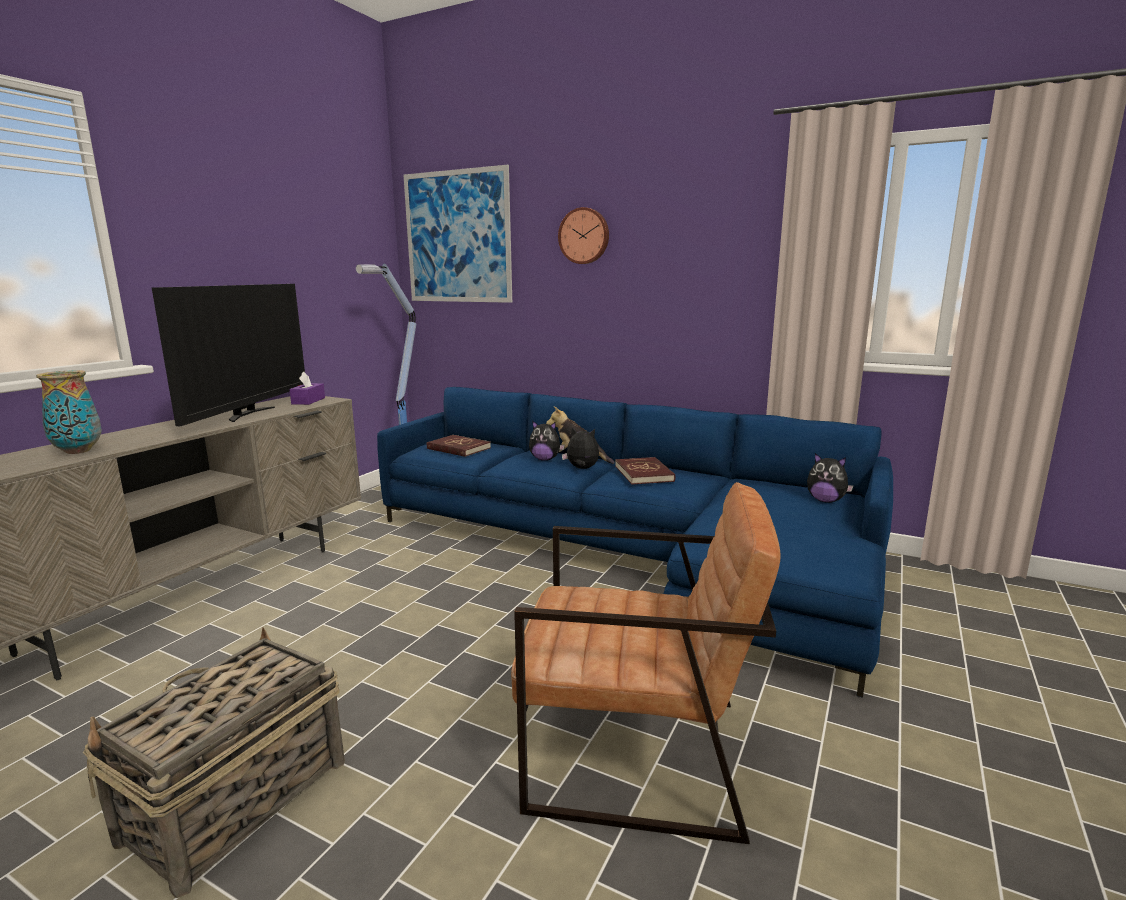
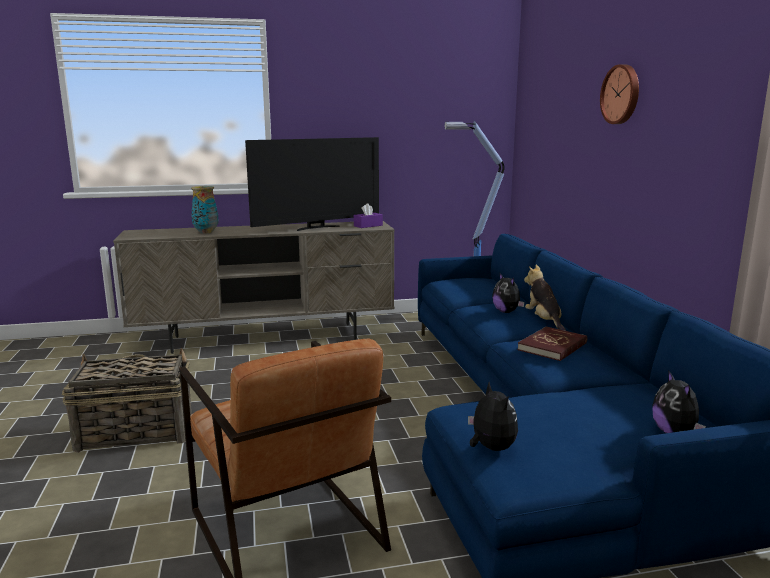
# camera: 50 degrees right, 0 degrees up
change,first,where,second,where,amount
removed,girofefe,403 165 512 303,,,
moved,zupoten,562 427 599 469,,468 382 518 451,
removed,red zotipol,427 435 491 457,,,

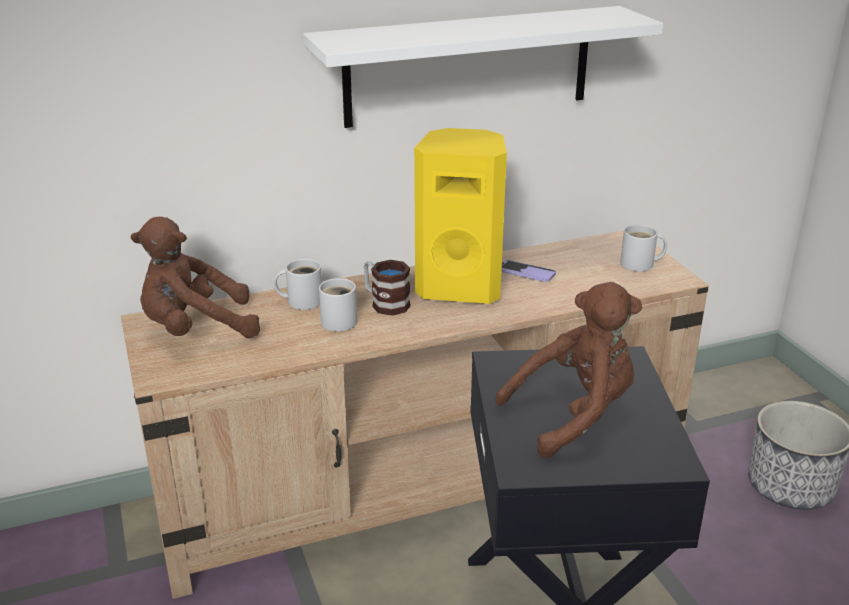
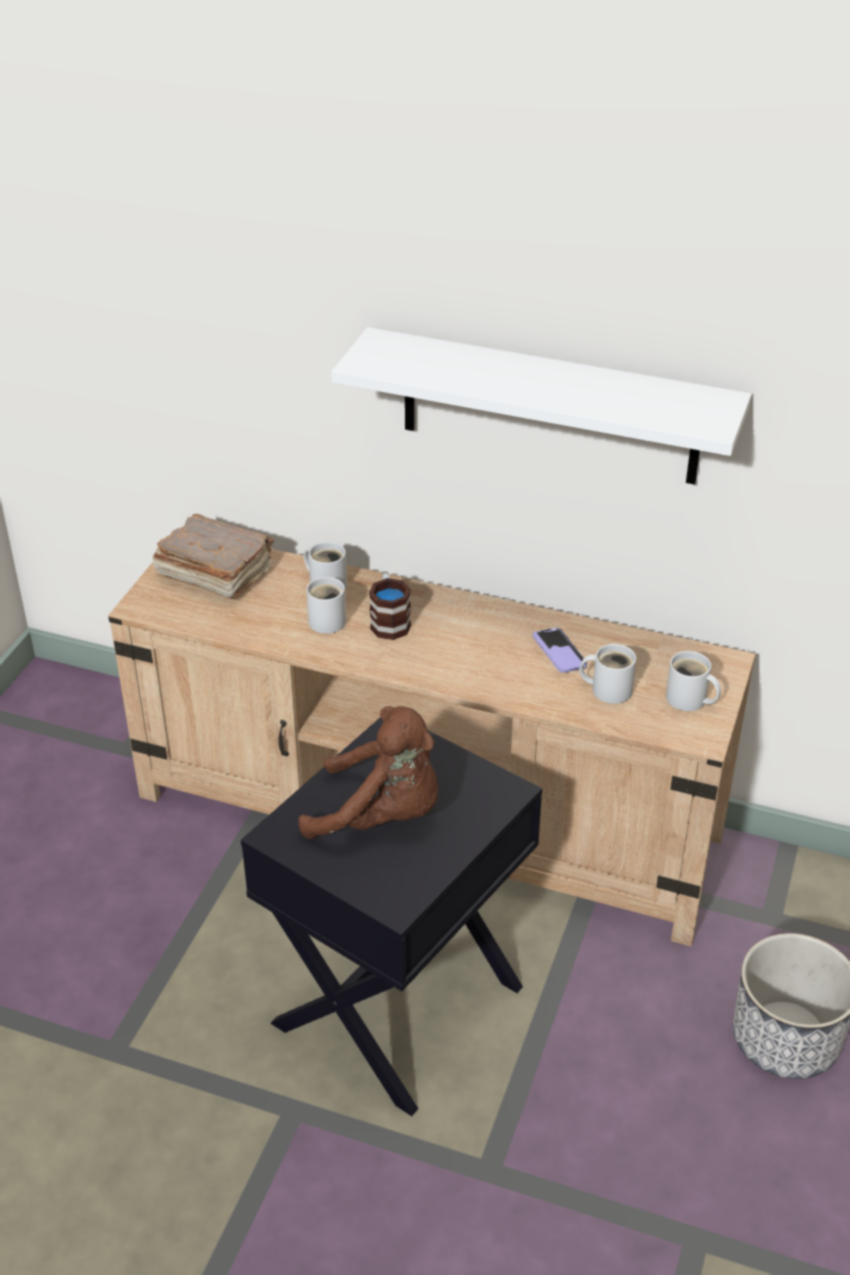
# camera: 40 degrees right, 10 degrees up
change,first,where,second,where,amount
removed,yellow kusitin,414 128 507 304,,,
replaced,brown zupoten,131 217 260 338,brown zotipol,153 514 274 599,
added,,,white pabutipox,580 644 636 704,

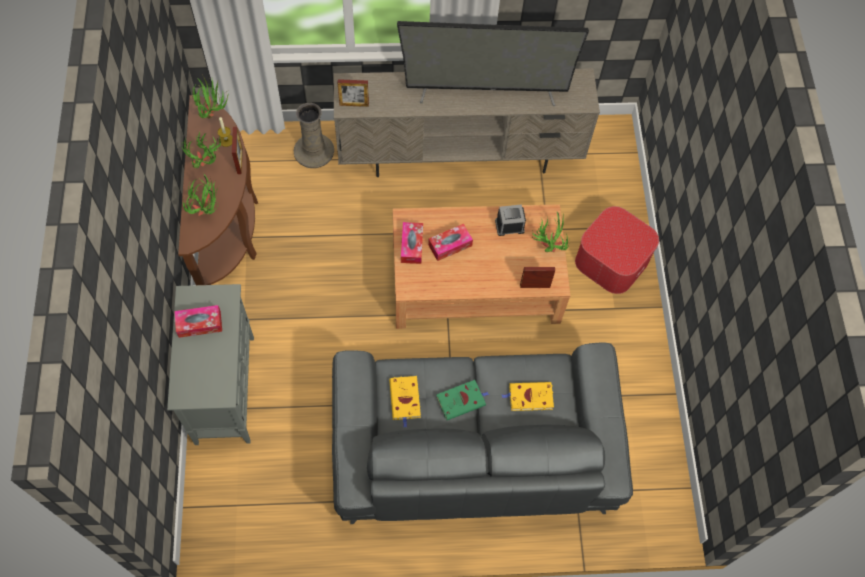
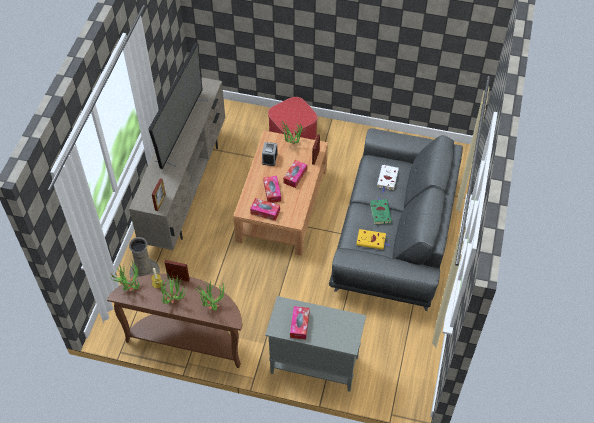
# camera: 70 degrees left, 10 degrees down
change,first,where,second,where,amount
recoloured,yellow zotipol,502 382 554 411,white zotipol,377 165 399 192,
added,,,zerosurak,283 160 307 188,

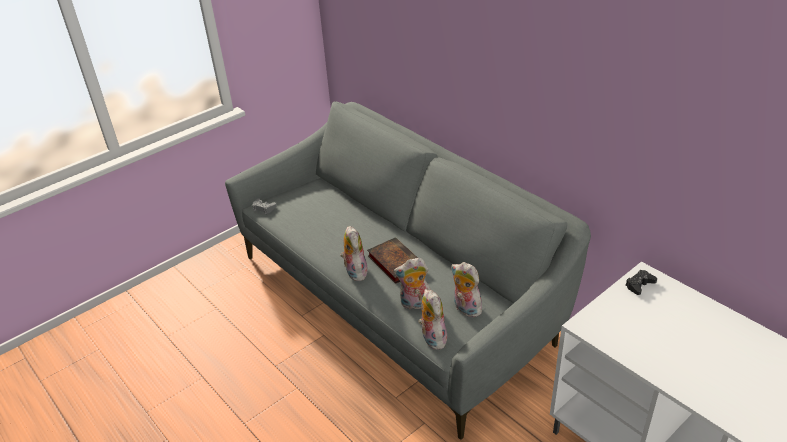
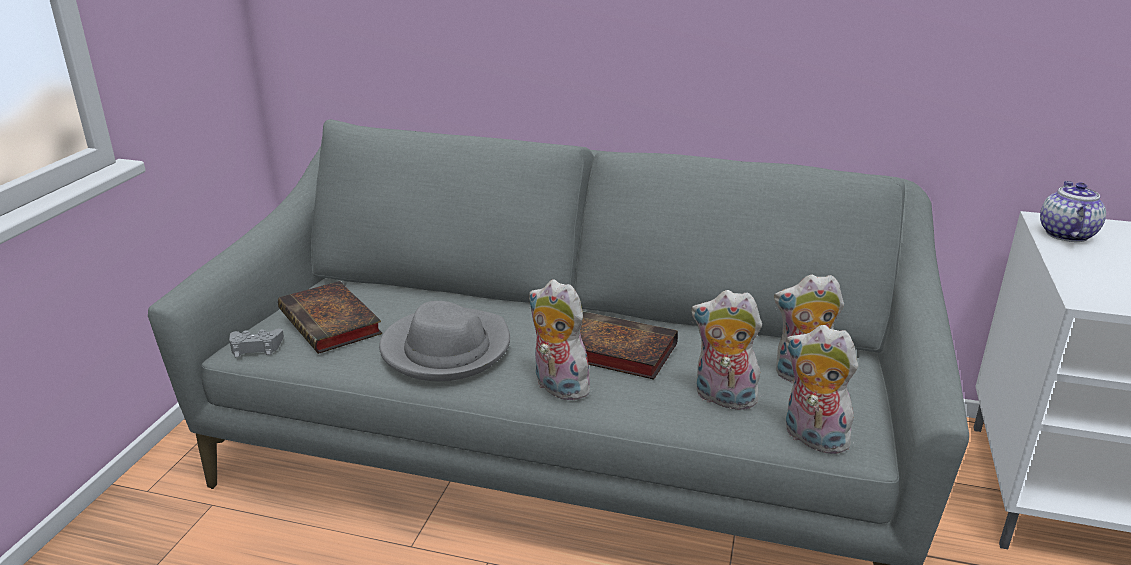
# camera: 35 degrees left, 10 degrees down
change,first,where,second,where,amount
turned,zupoten,393 258 430 309,,691 290 762 410,60 degrees clockwise
replaced,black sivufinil,625 270 657 295,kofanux,1040 181 1106 242,
added,,,zotipol,278 281 382 354,
added,,,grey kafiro,379 301 510 381,

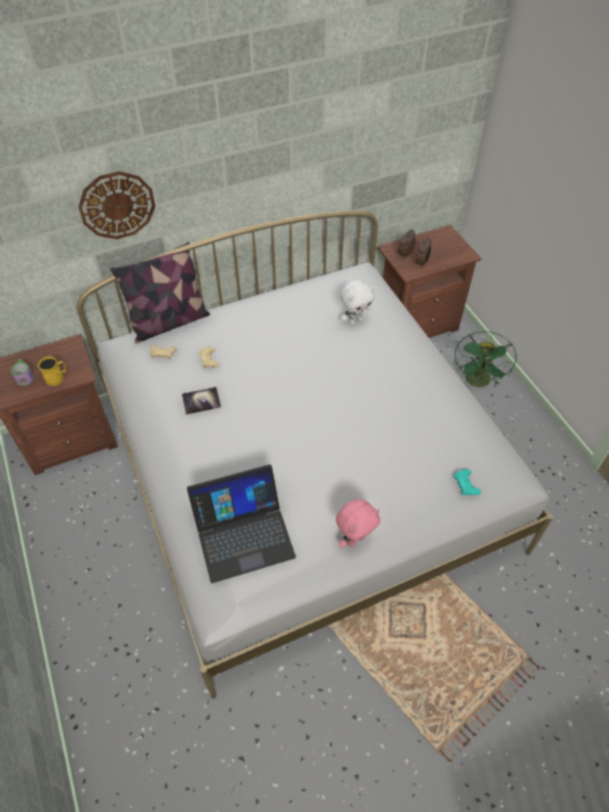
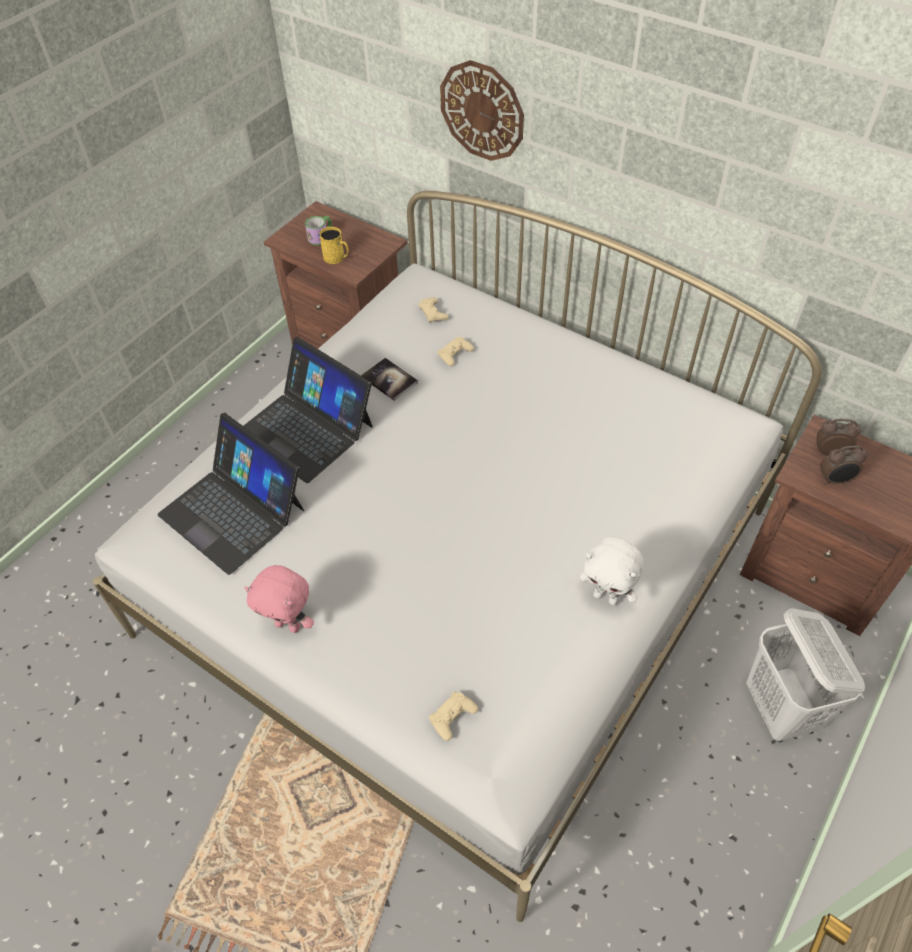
# camera: 60 degrees right, 0 degrees up
change,first,where,second,where,amount
removed,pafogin,110 242 210 344,,,
moved,white zupoten,340 280 374 325,,580 536 644 606,
replaced,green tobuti,454 331 517 387,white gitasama,746 608 865 742,
recoloured,turquoise sivufinil,454 469 481 495,beige sivufinil,429 691 478 741,
added,,,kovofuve,244 337 373 483,

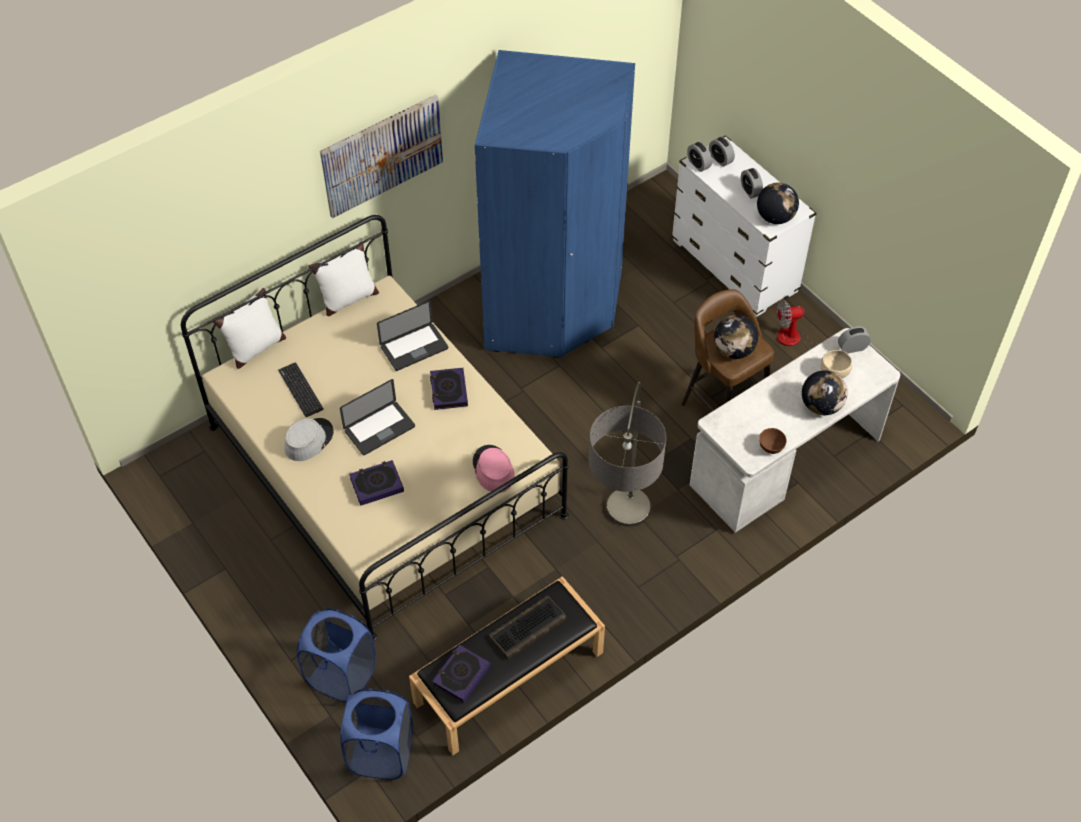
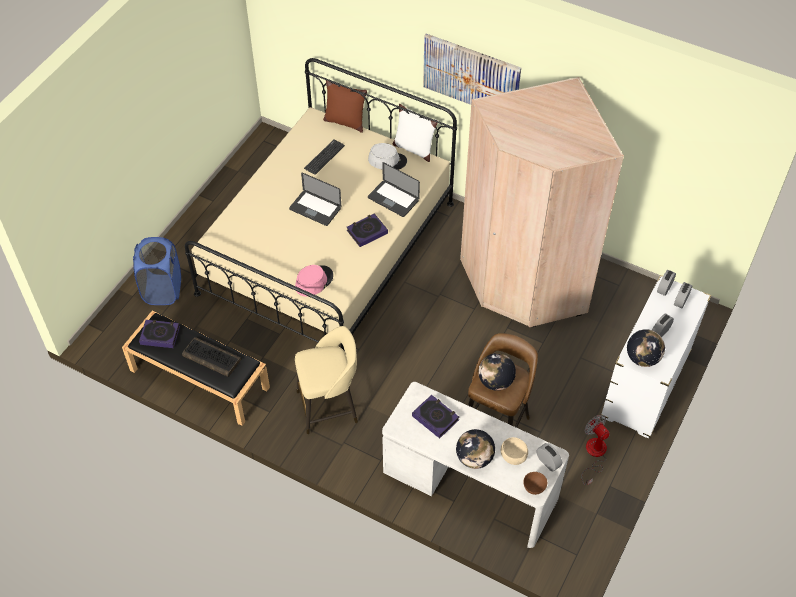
# camera: 65 degrees right, 0 degrees up
change,first,where,second,where,amount
recoloured,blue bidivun,475 50 635 358,beige bidivun,460 77 624 327,
recoloured,white pafogin,214 288 286 369,brown pafogin,323 80 367 133,
replaced,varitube,589 382 666 527,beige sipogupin,295 326 358 434,
moved,grey kafiro,285 418 333 461,,368 143 407 170,
moved,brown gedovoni,759 428 787 454,,523 472 547 495,
moved,zotipol,349 460 404 506,,412 395 459 439,
removed,blue gitasama,341 689 413 780,,,

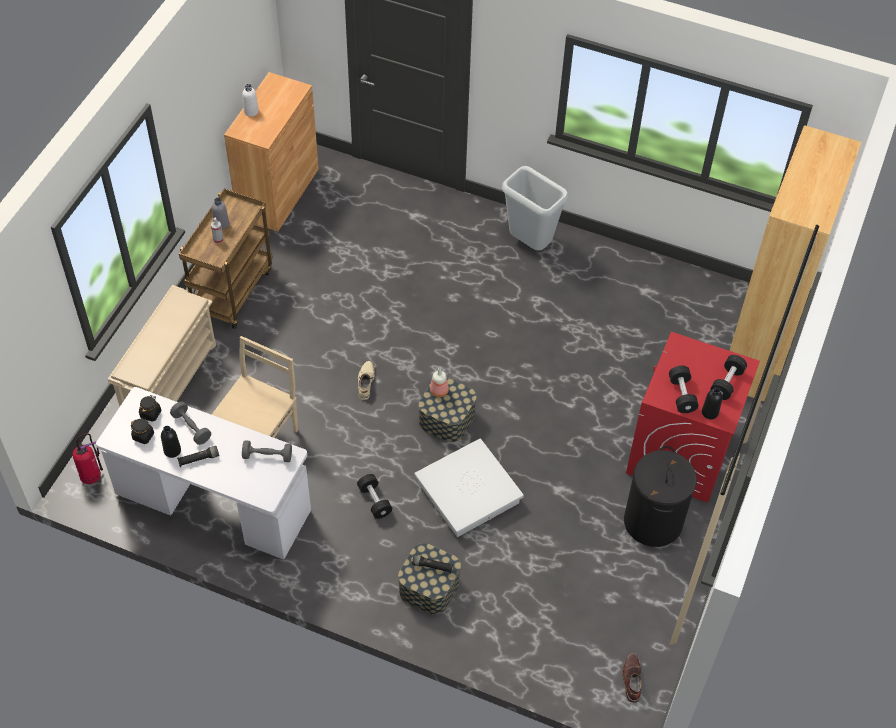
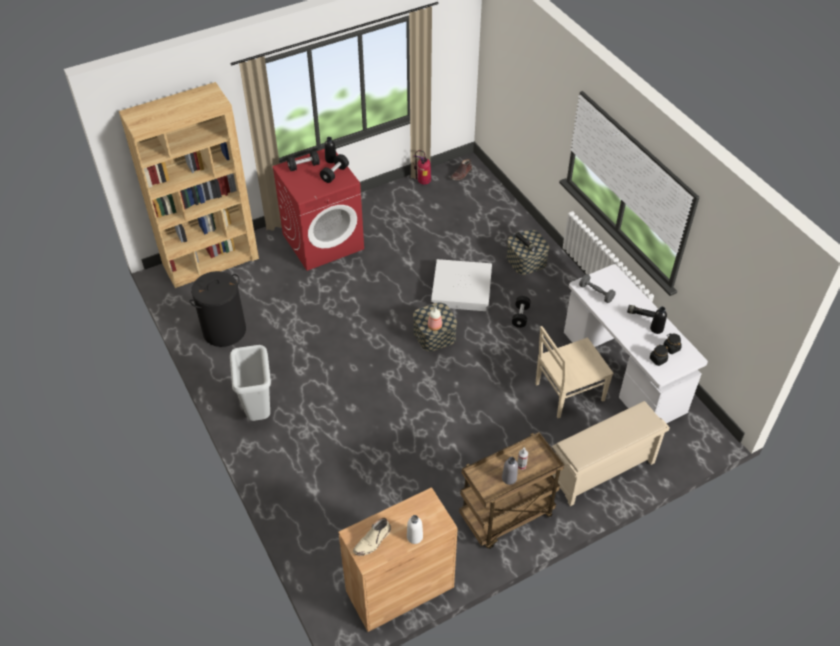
# camera: 140 degrees left, 5 degrees down
change,first,where,second,where,amount
moved,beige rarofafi,358 361 375 400,,353 518 391 556,
removed,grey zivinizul,170 402 211 445,,,
moved,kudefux,72 433 103 484,,413 150 431 185,
moved,black gitasama,624 446 697 547,,190 271 246 347,

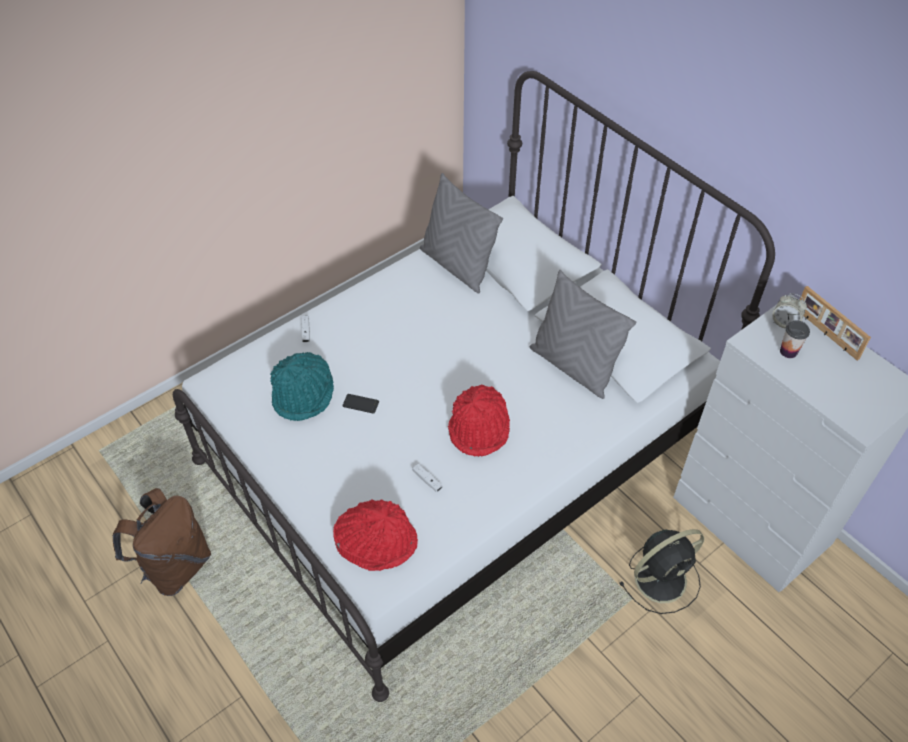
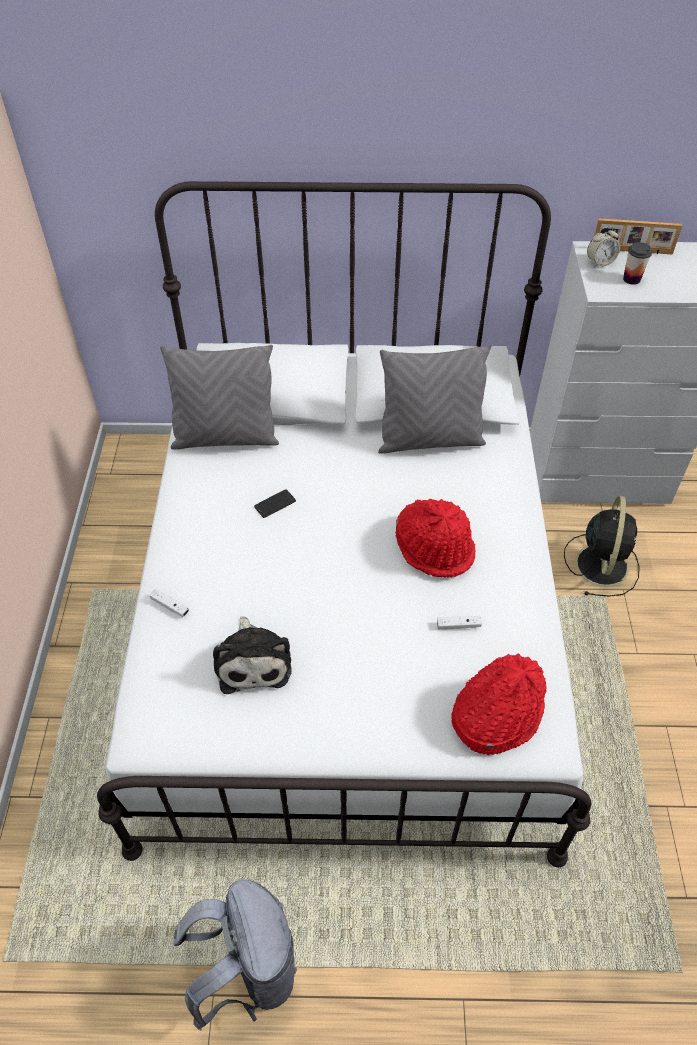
# camera: 50 degrees left, 0 degrees up
change,first,where,second,where,amount
replaced,turquoise kafiro,270 352 334 421,zupoten,213 616 292 694,
moved,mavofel,342 394 379 414,,254 489 296 518,
recoloured,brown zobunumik,113 488 211 596,grey zobunumik,174 879 297 1031,

